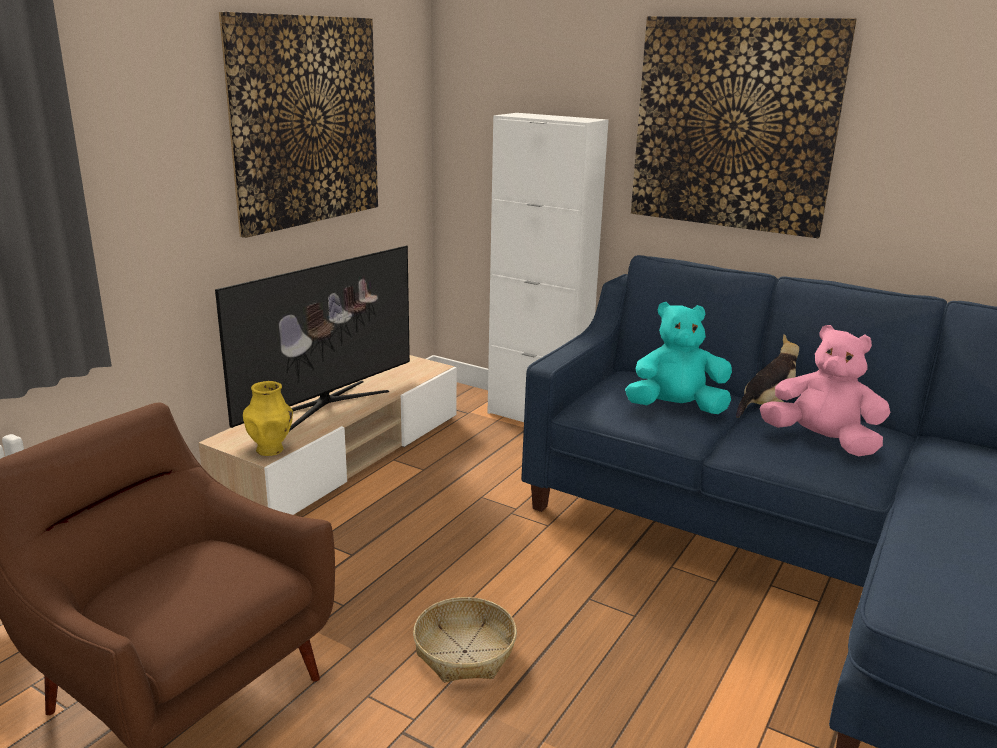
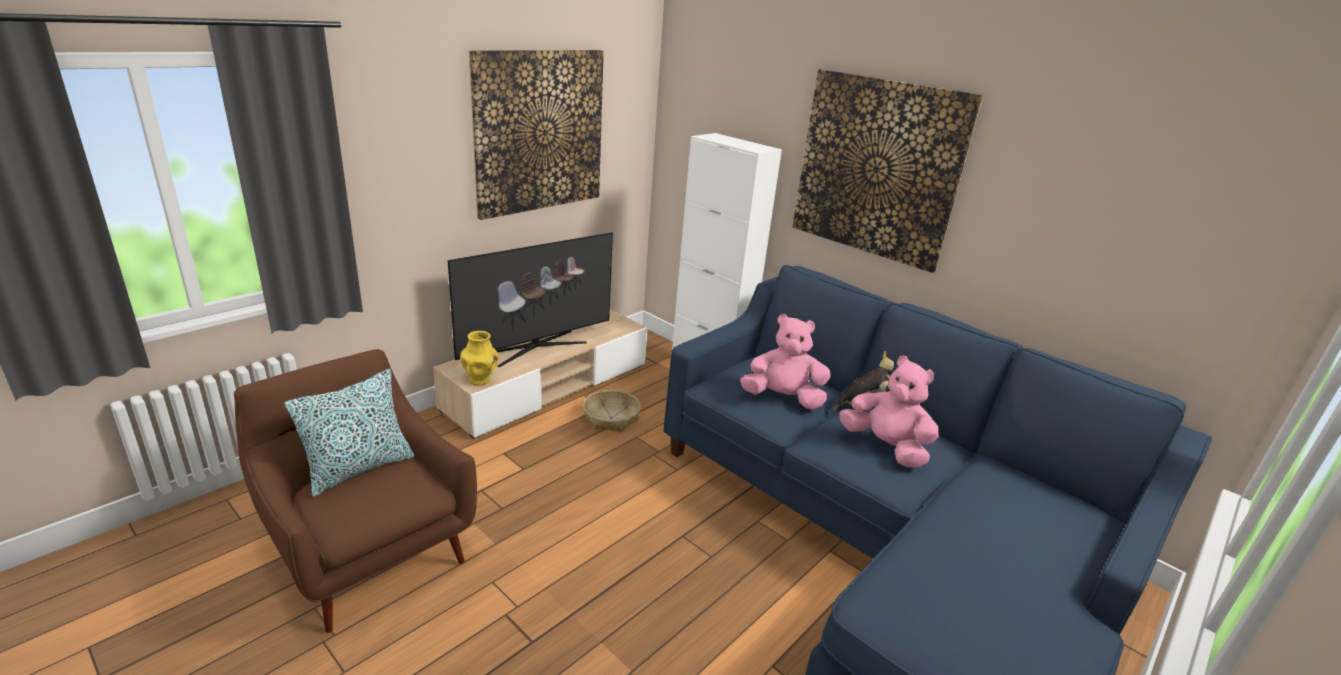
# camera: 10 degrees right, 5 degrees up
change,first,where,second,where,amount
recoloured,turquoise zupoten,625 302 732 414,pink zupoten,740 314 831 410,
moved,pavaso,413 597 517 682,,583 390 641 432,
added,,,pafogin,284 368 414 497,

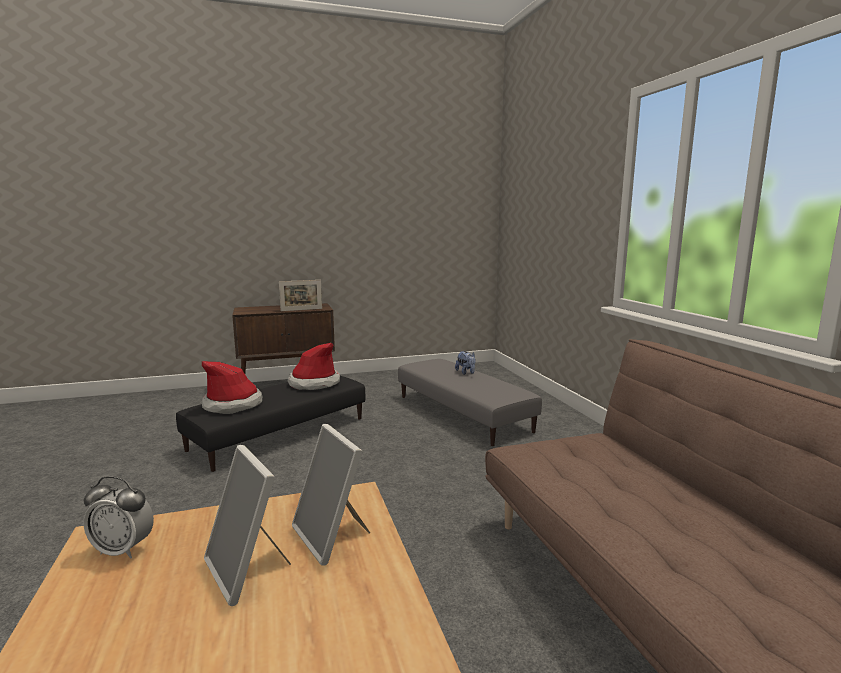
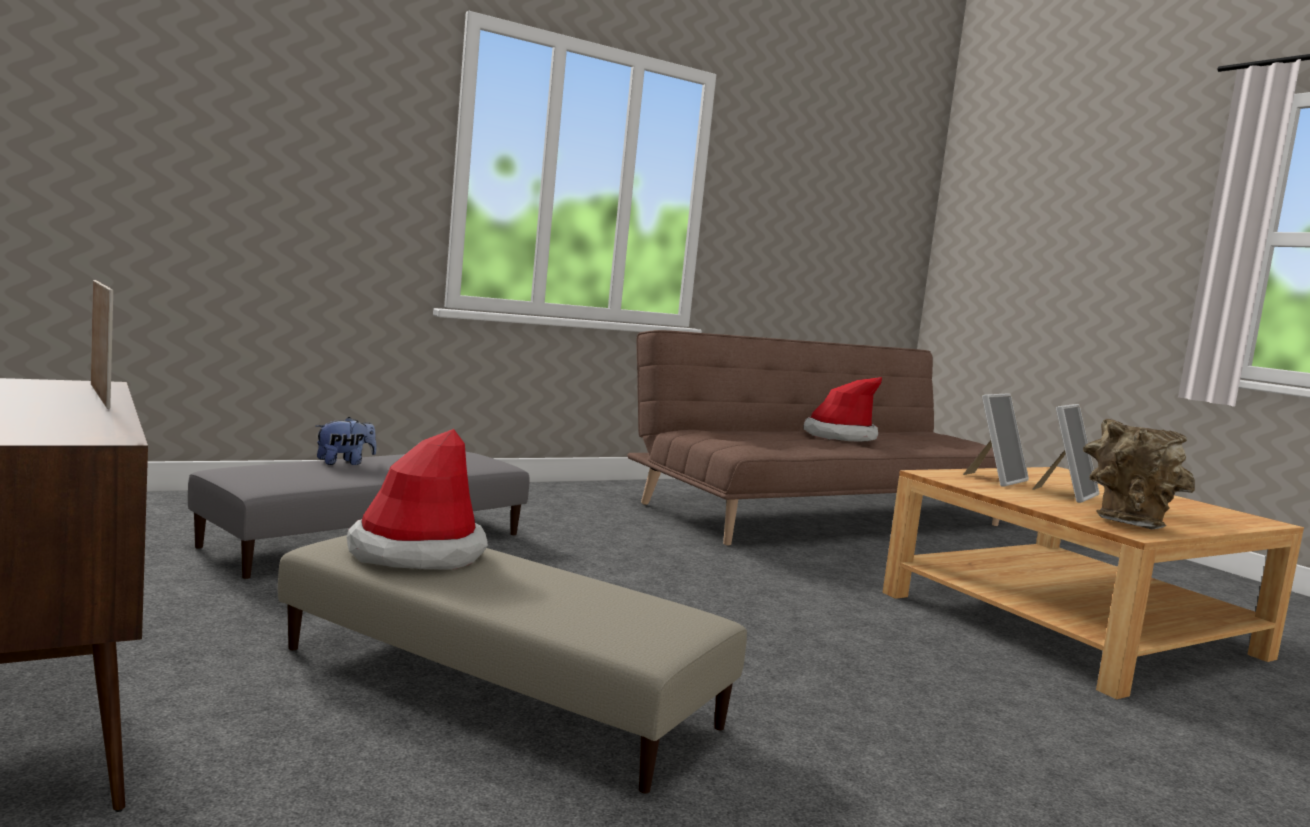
# camera: 105 degrees left, 5 degrees down
change,first,where,second,where,amount
moved,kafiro,202 361 262 414,,804 377 882 442,
recoloured,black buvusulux,176 376 365 472,beige buvusulux,278 535 747 794,
replaced,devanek,83 476 154 559,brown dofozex,1083 419 1195 530,

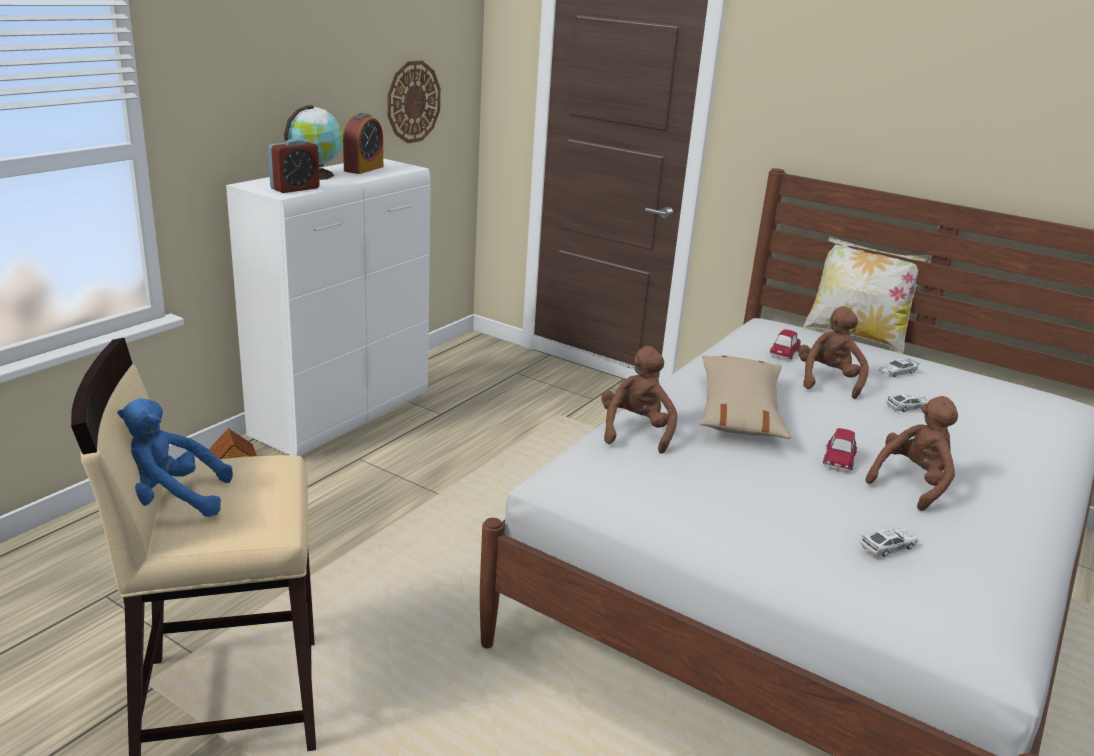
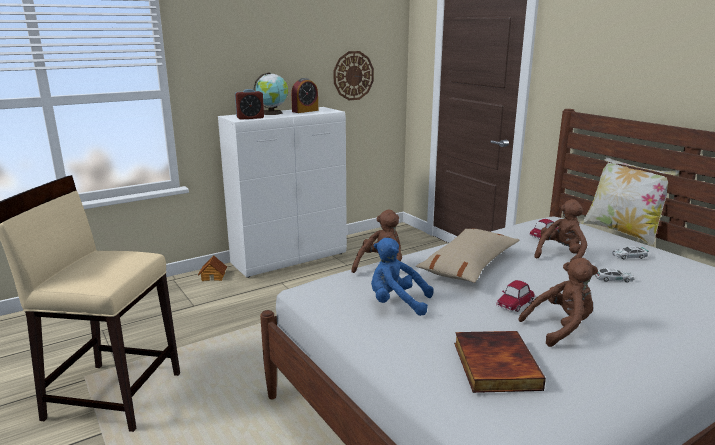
# camera: 25 degrees right, 5 degrees down
change,first,where,second,where,amount
moved,blue zupoten,117 398 233 517,,371 238 434 316,
replaced,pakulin,860 528 918 557,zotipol,454 331 546 393,

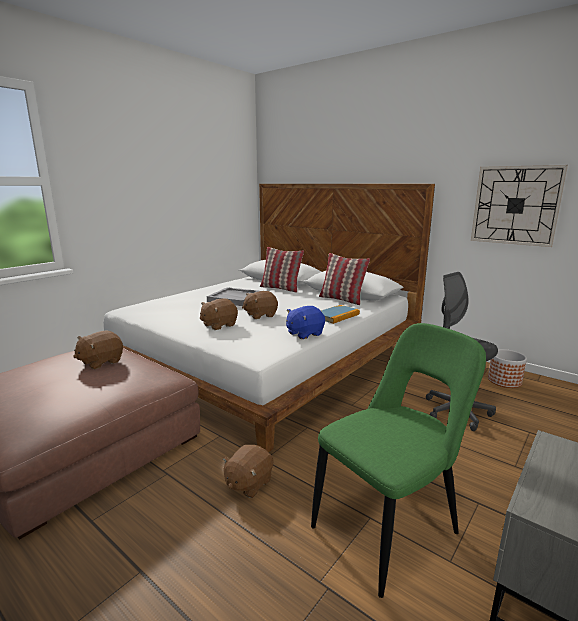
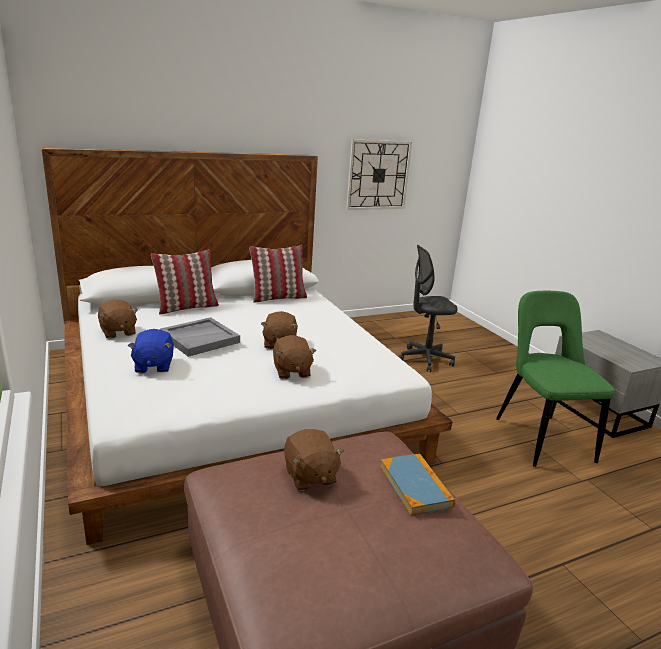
# camera: 65 degrees left, 5 degrees up
change,first,where,second,where,amount
moved,zotipol,321 305 360 324,,380 453 455 516,
moved,blue zupoten,286 306 325 339,,128 329 174 373,
removed,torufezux,488 349 527 388,,,
moved,brown zupoten,222 445 273 498,,98 299 138 339,

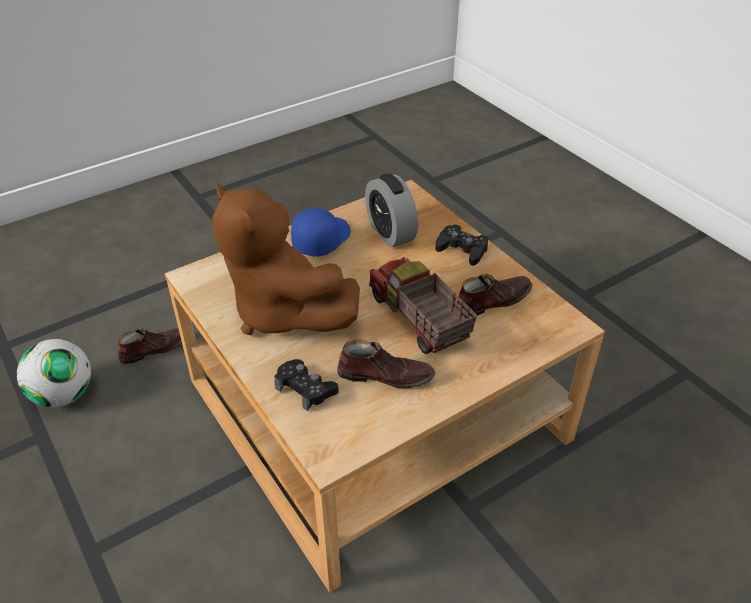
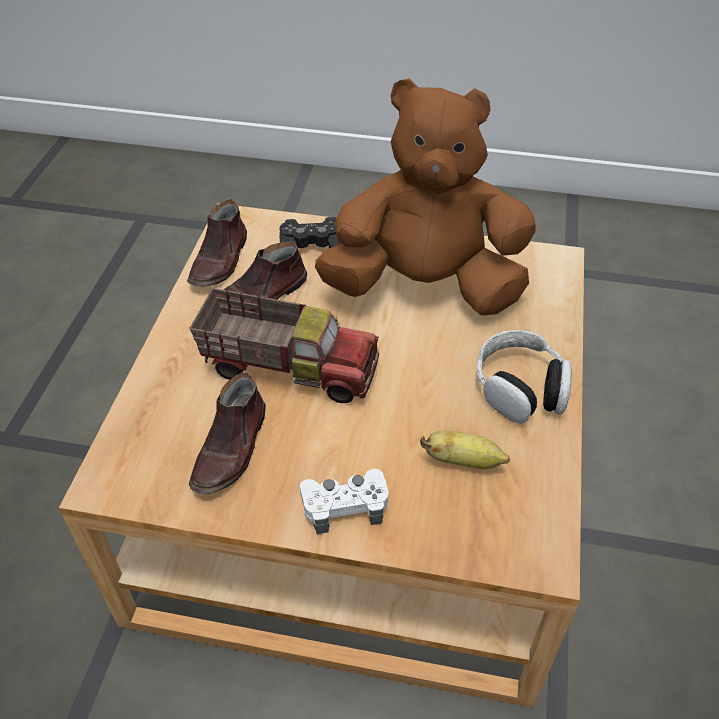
# camera: 135 degrees right, 5 degrees up
change,first,where,second,where,amount
replaced,devanek,365 173 418 247,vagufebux,420 430 510 469,
replaced,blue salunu,291 208 351 257,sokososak,476 330 572 423,
recoloured,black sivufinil,435 224 488 266,white sivufinil,300 469 388 534,
moved,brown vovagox,118 327 182 364,,187 199 247 287,
removed,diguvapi,17 339 91 408,,,

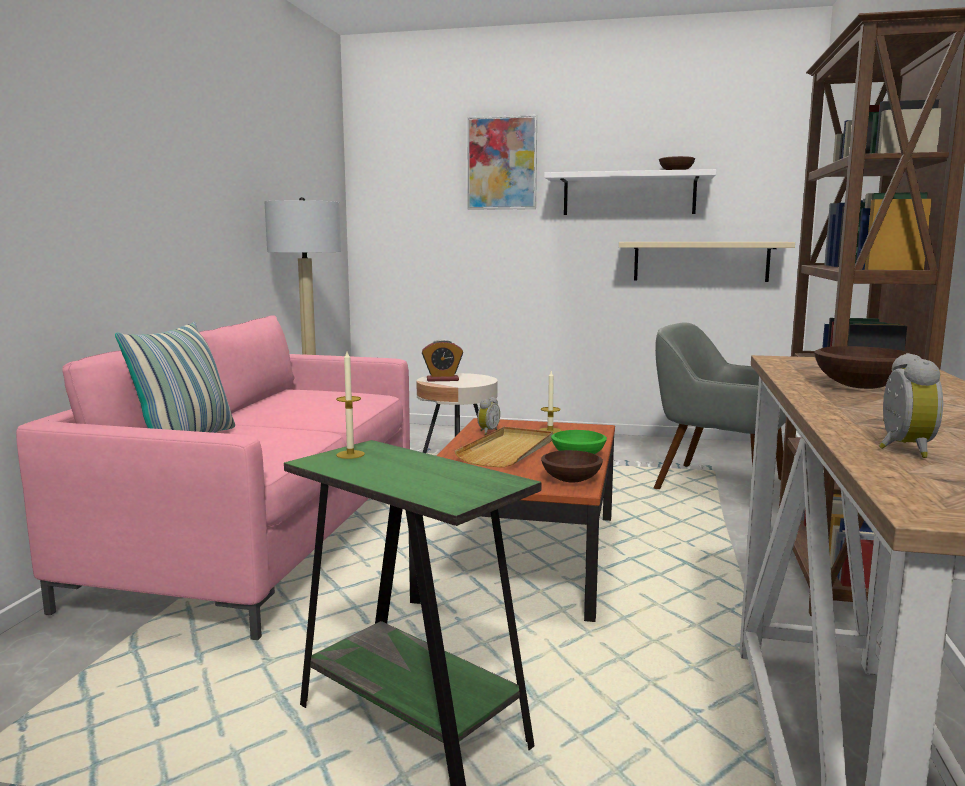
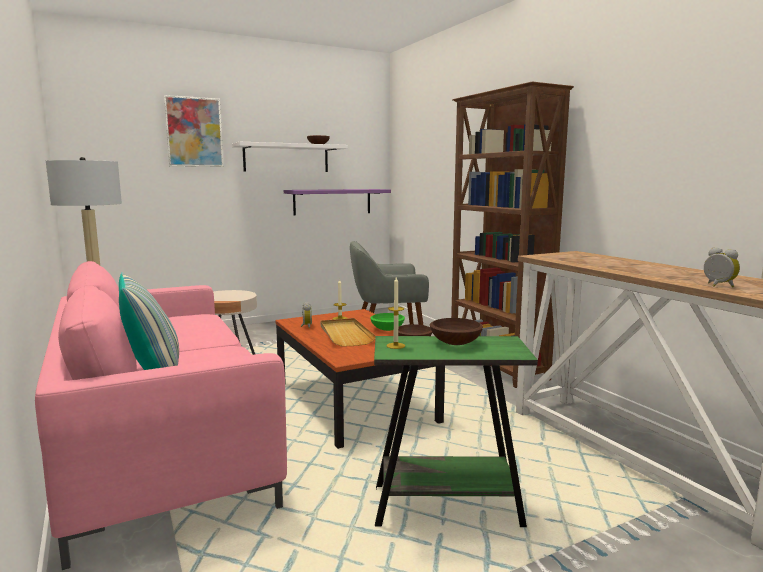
# camera: 40 degrees left, 0 degrees up
change,first,where,second,where,amount
recoloured,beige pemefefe,619 242 795 282,purple pemefefe,284 189 391 216,
removed,devanek,422 339 463 382,,,
moved,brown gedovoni,814 346 912 389,,430 318 483 345,

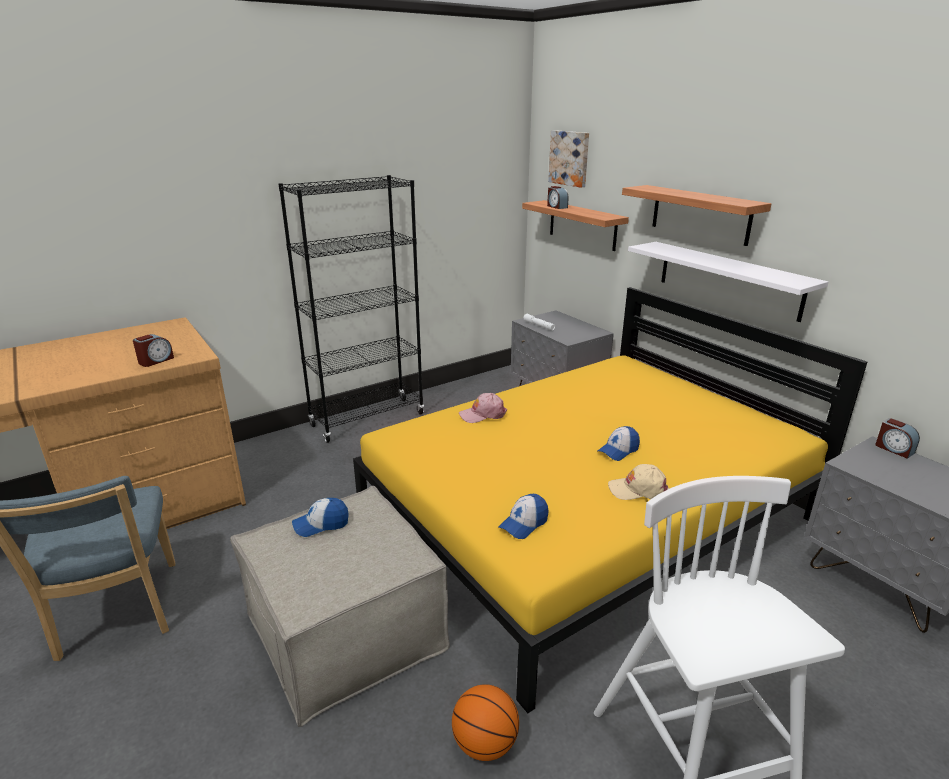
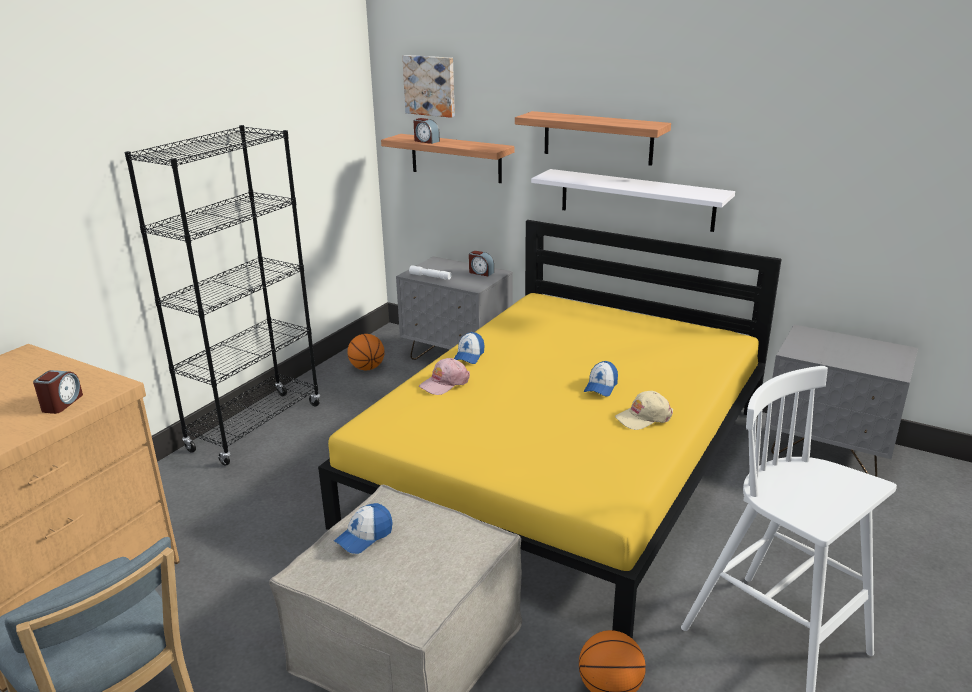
# camera: 25 degrees left, 0 degrees up
change,first,where,second,where,amount
moved,devanek,875 418 920 459,,469 251 494 276,
moved,salunu,498 494 549 539,,454 332 484 364,
added,,,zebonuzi,347 334 385 370,

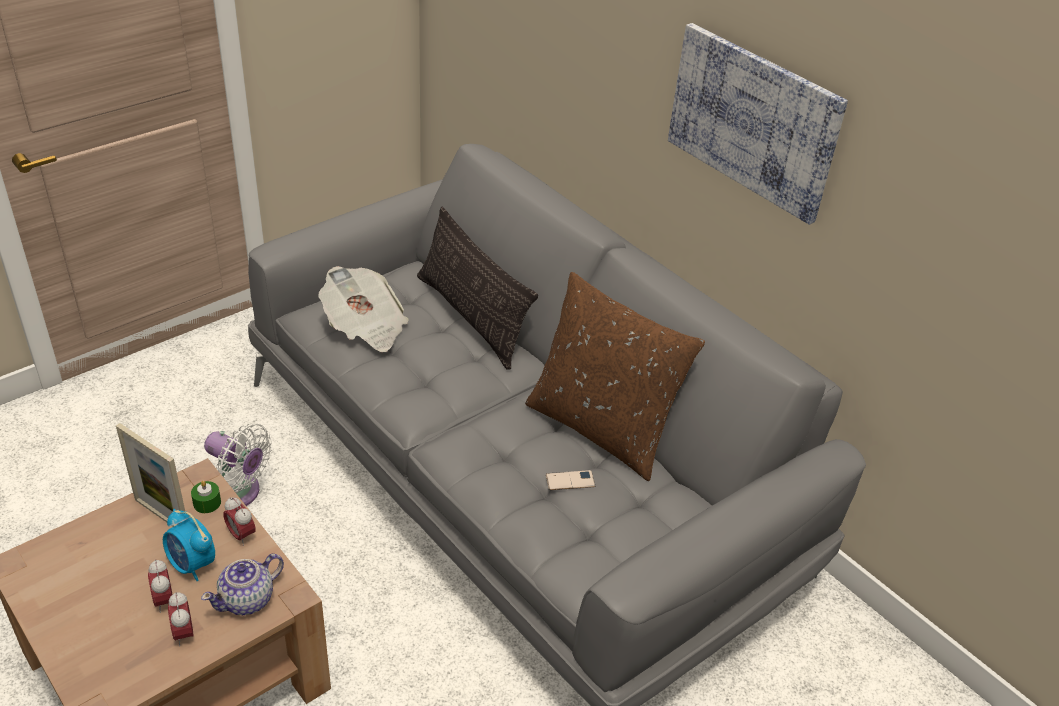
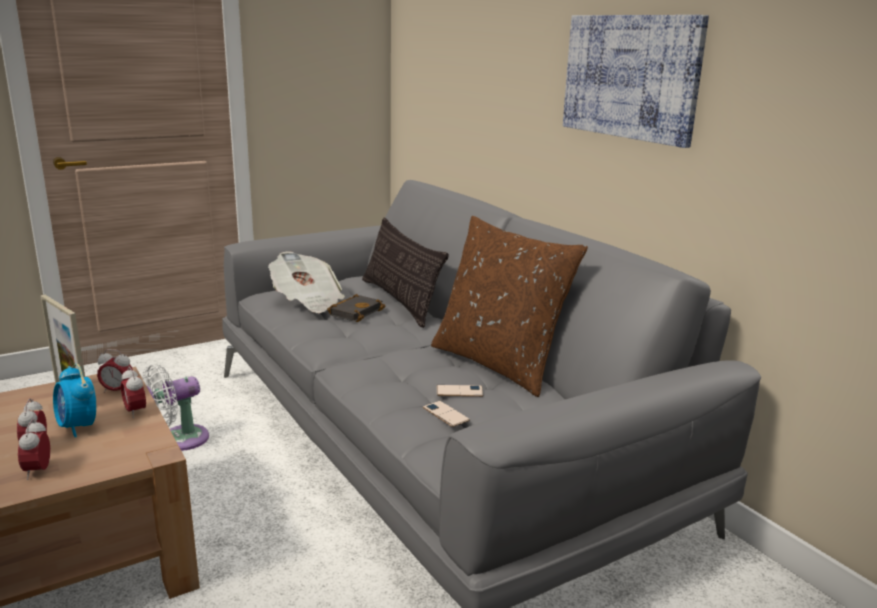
# camera: 10 degrees right, 20 degrees down
change,first,where,second,where,amount
turned,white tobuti,204 423 272 506,,141 364 209 451,105 degrees clockwise
replaced,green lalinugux,191 481 221 513,devanek,97 349 133 393,
removed,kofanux,201 554 284 615,,,
added,,,black zotipol,327 294 386 322,
added,,,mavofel,423 401 470 427,

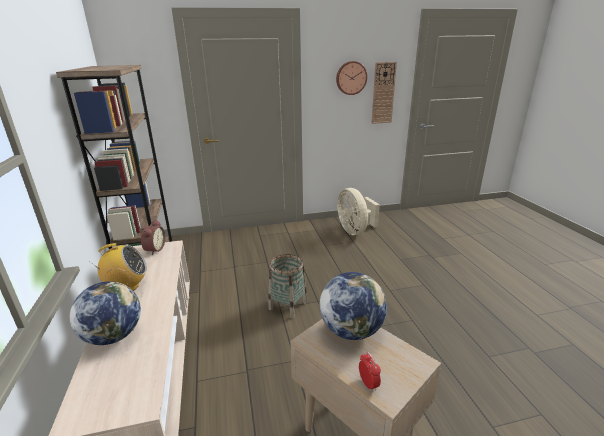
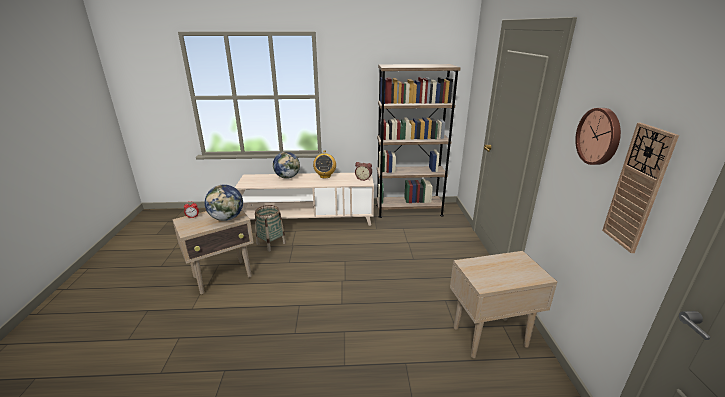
# camera: 100 degrees right, 0 degrees up
change,first,where,second,where,amount
replaced,beige tobuti,337 188 380 235,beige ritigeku,450 251 557 358,
moved,pavaso,268 254 307 319,,255 205 286 252,

